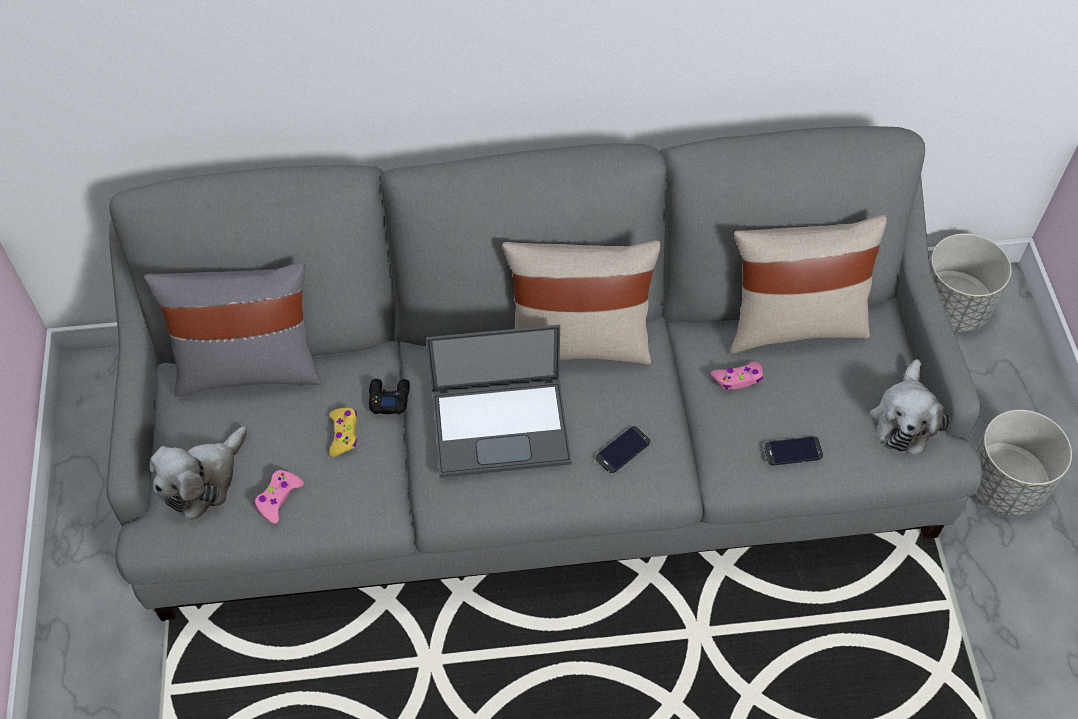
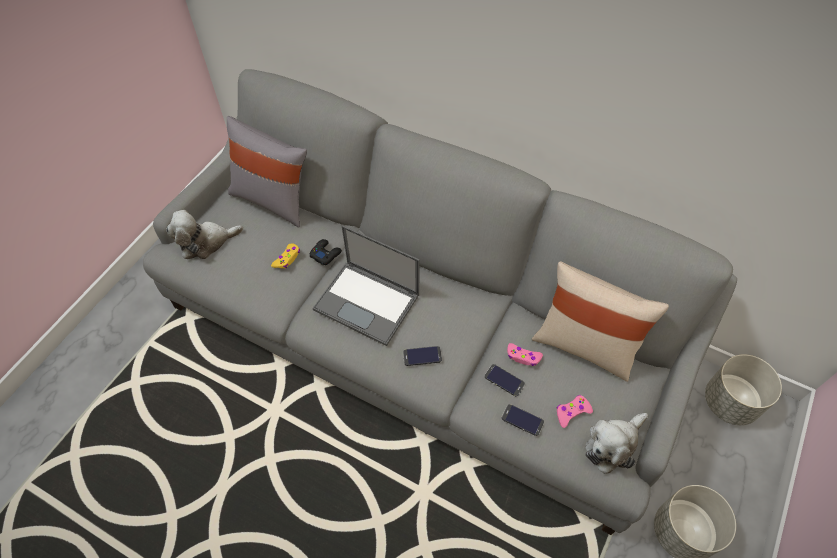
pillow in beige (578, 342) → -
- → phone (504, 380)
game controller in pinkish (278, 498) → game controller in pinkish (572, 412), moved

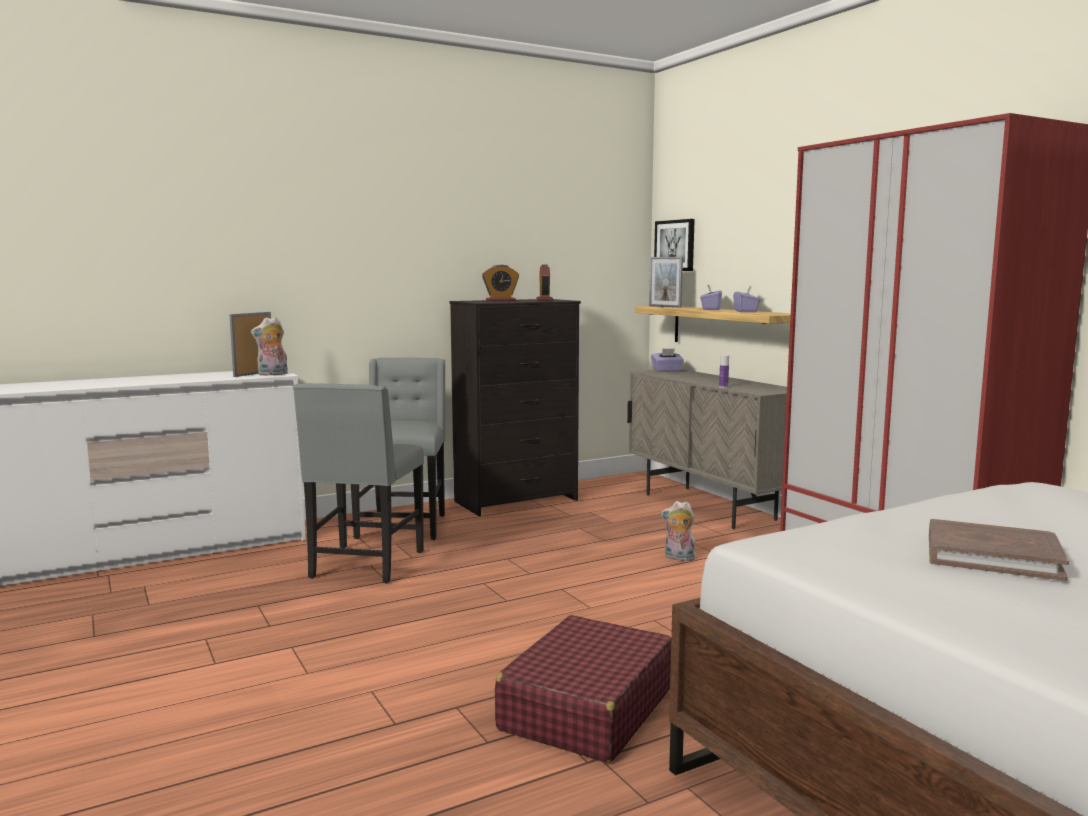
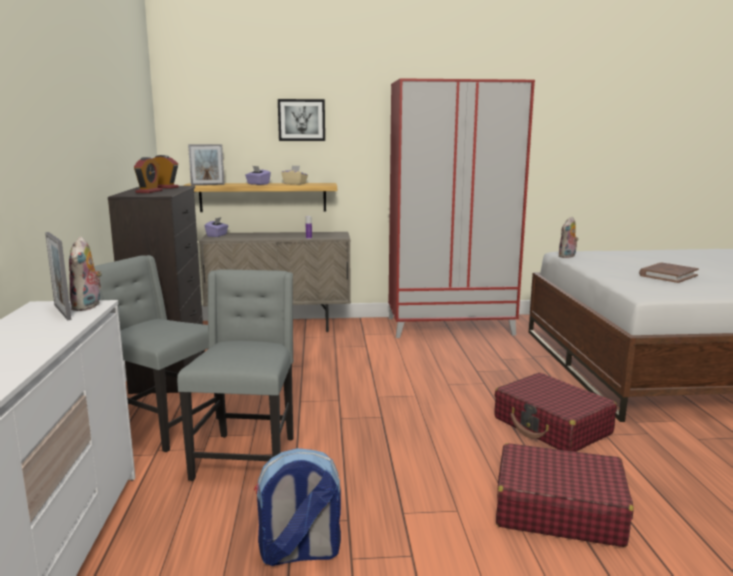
- → rucksack (299, 553)
- → suitcase in reddish (558, 510)
wall art (675, 245) → wall art (301, 120), moved
plush toy (678, 558) → plush toy (567, 256), moved
tissue box in purple-coloured (746, 311) → tissue box in beige (295, 184)
upright chair in gray (365, 565) → upright chair in gray (247, 457), 120 degrees counterclockwise

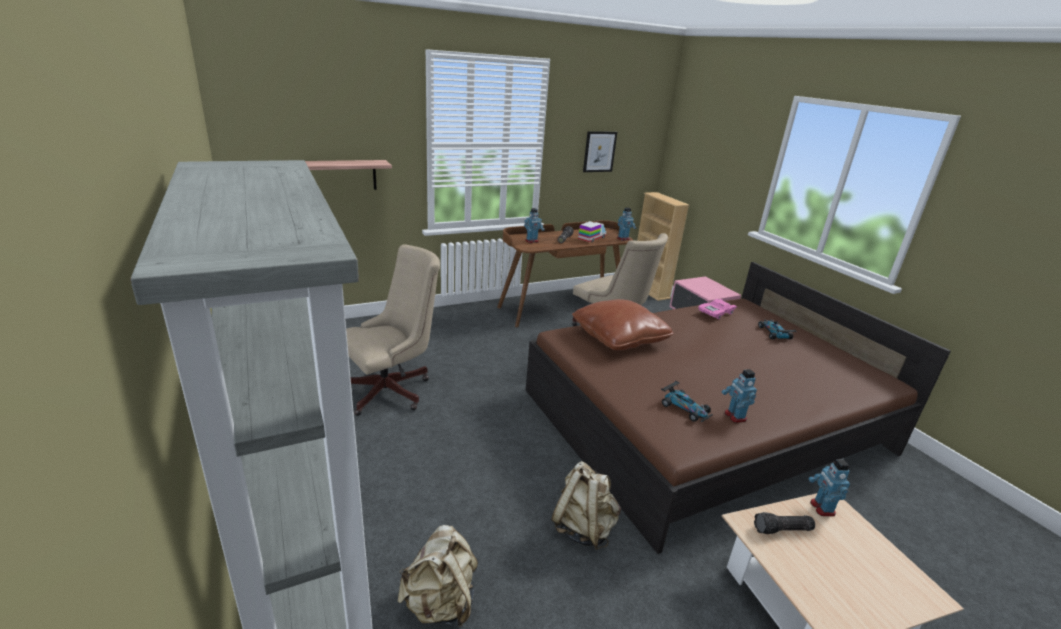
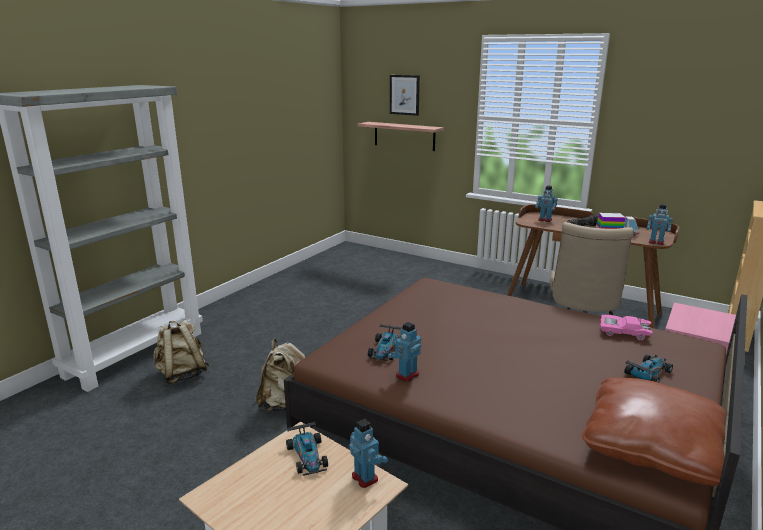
office chair in beige (392, 390) → -
pillow in brown (619, 337) → pillow in brown (651, 446), moved
wall art (599, 151) → wall art (404, 95), moved
hand torch (782, 530) → model car (308, 456)
toy robot (821, 508) → toy robot (365, 477), 90 degrees clockwise

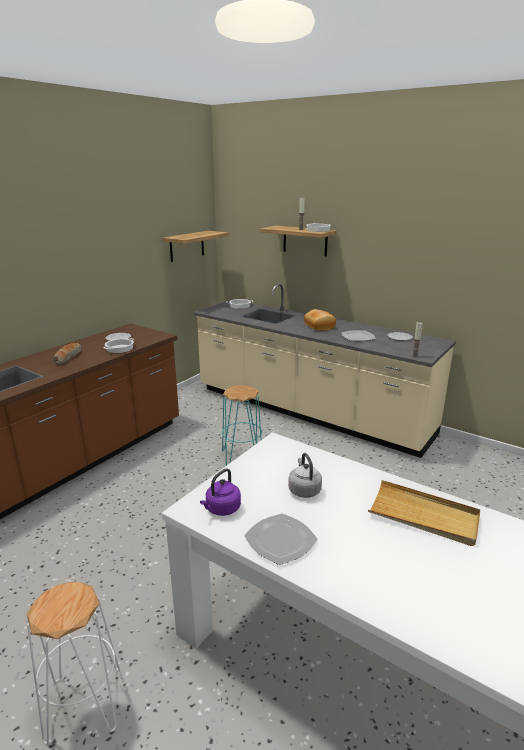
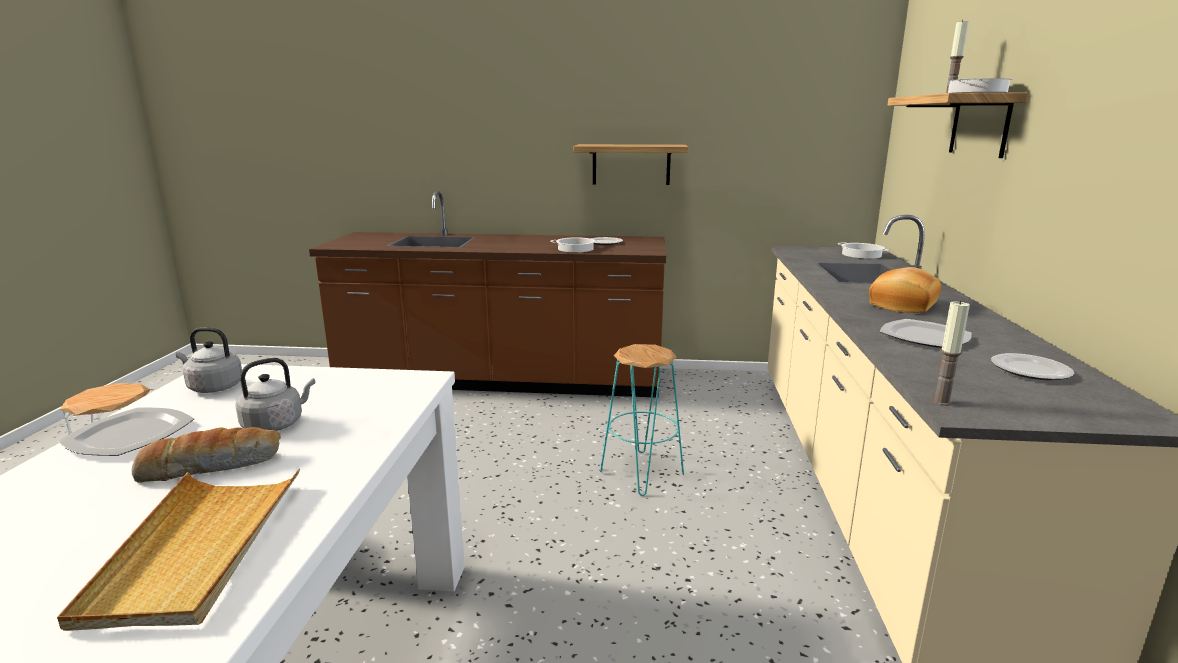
bakery bread (68, 357) → bakery bread (212, 466), moved
shelf (187, 246) → shelf (631, 164), moved
water kettle in purple-coloured (221, 509) → water kettle in gray (213, 387)

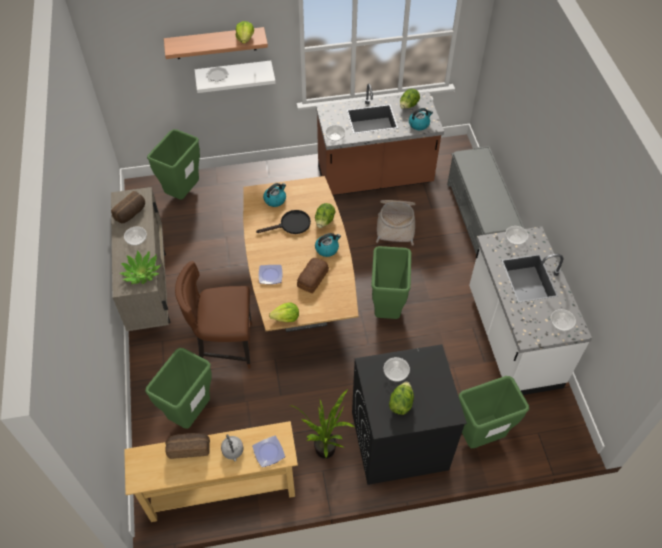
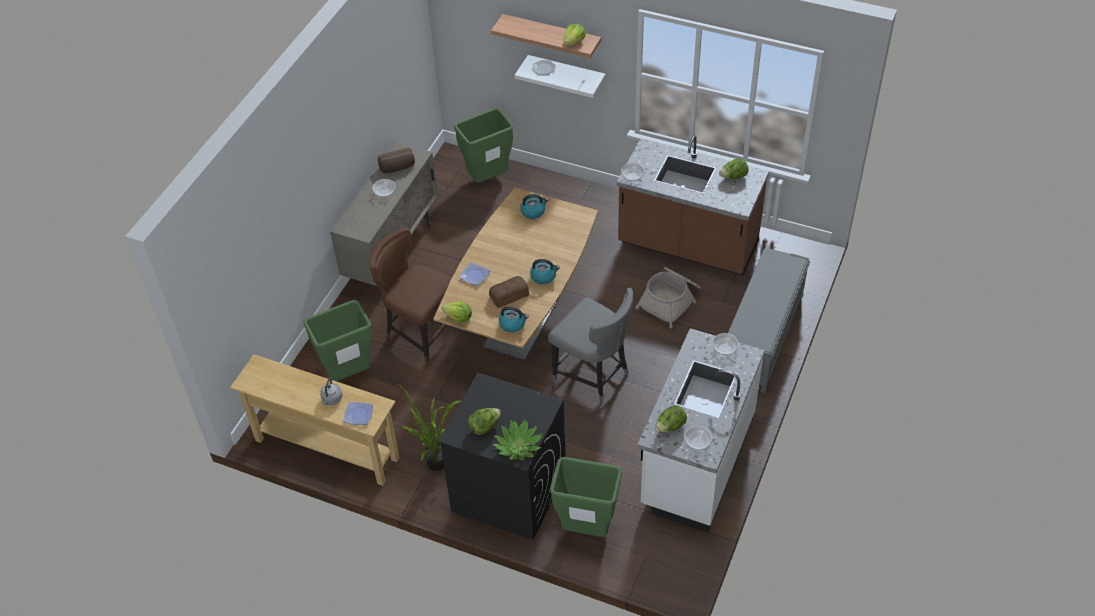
bakery bread (189, 448) → -
pan in blackish (291, 225) → -
bowl (395, 373) → -
houseplant (141, 273) → houseplant (518, 446), moved
lettuce head (324, 222) → lettuce head (670, 427), moved
water kettle (419, 124) → water kettle (513, 324), moved
waste bin in greenish (387, 310) → upright chair in gray (593, 375)

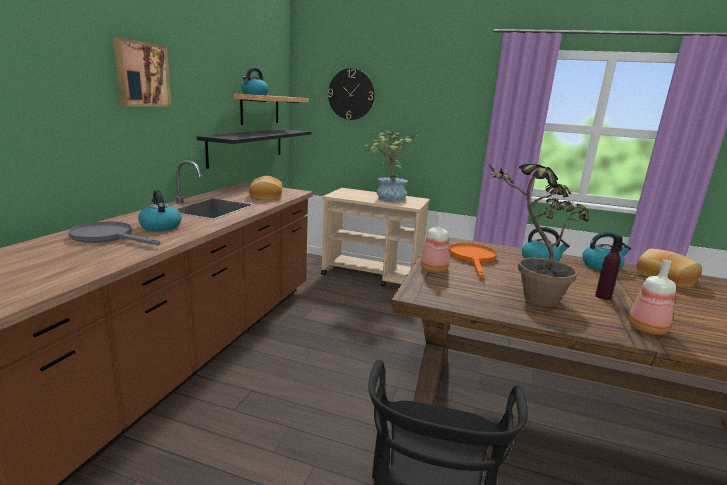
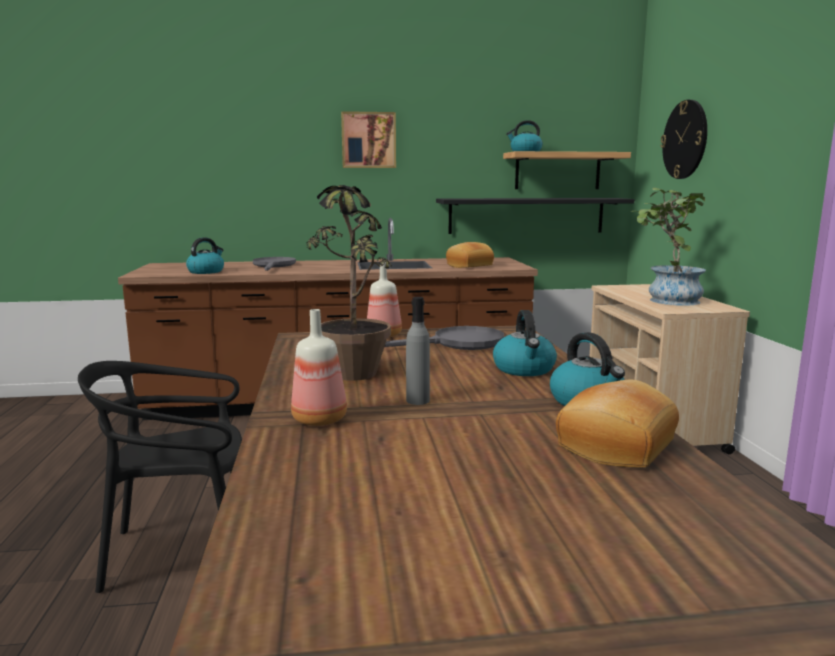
water kettle (160, 226) → water kettle (206, 271), moved
pan in orange-coloured (473, 258) → pan in gray (459, 343)
bottle in purple-coloured (603, 296) → bottle in gray (417, 400)

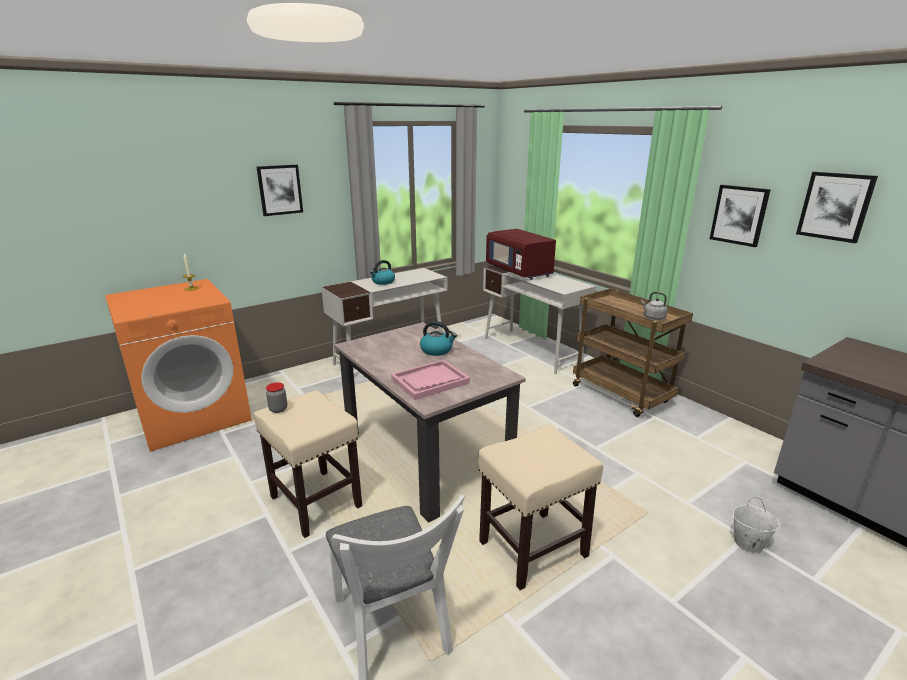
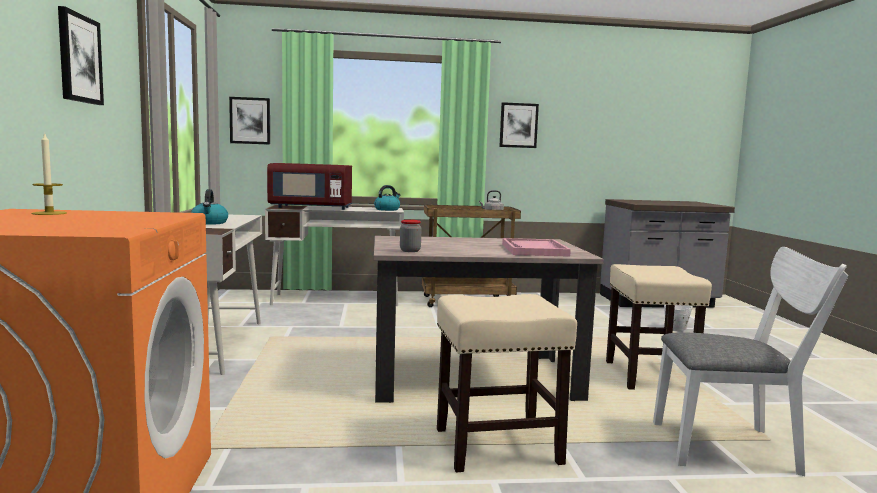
storage jar (278, 409) → storage jar (410, 251), moved
water kettle (437, 350) → water kettle (387, 209), moved
wall art (835, 206) → wall art (250, 120), moved

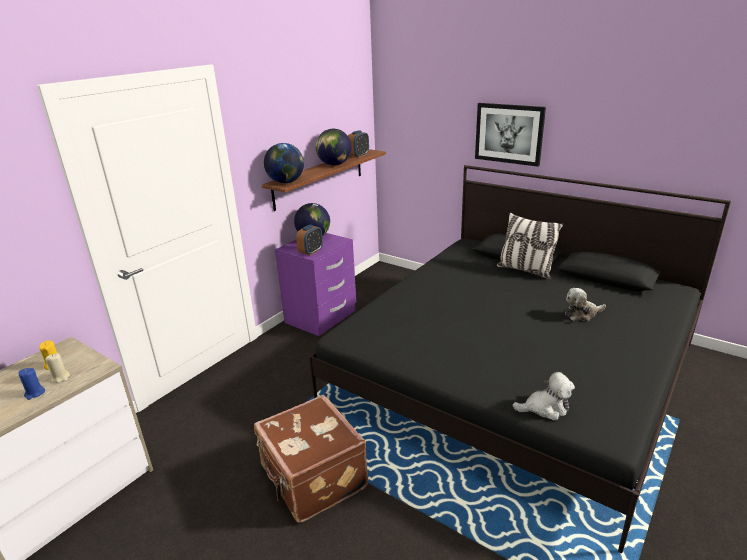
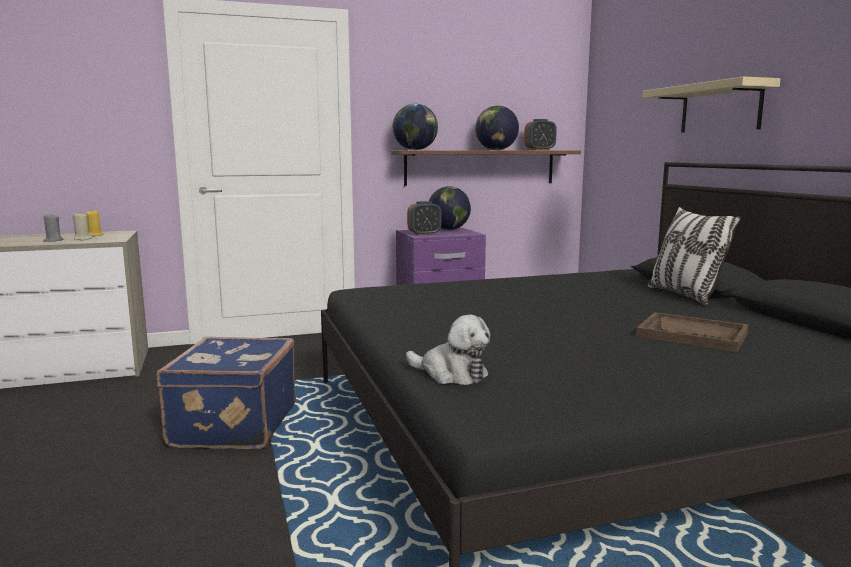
wall art (509, 133) → shelf in beige (720, 108)
plush toy (582, 314) → carrying tray in brown (692, 335)
candle in bluish (34, 393) → candle in gray (53, 240)
suitcase in brown (312, 479) → suitcase in bluish (232, 425)

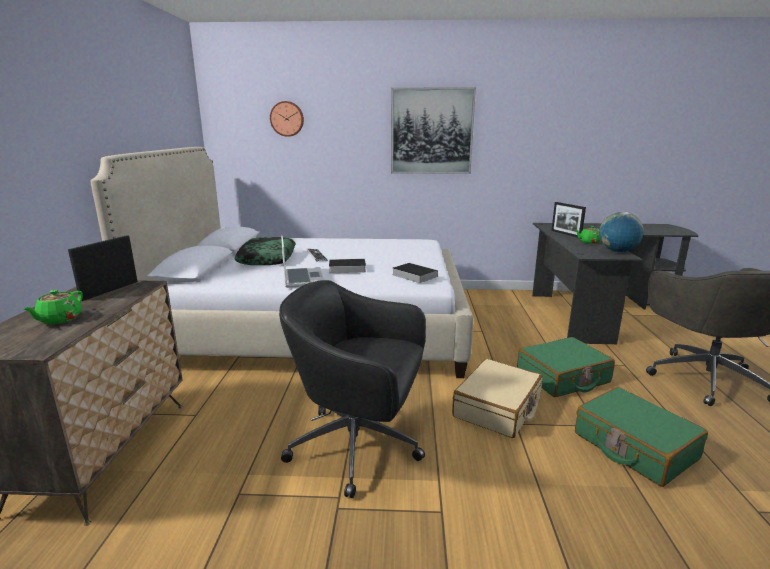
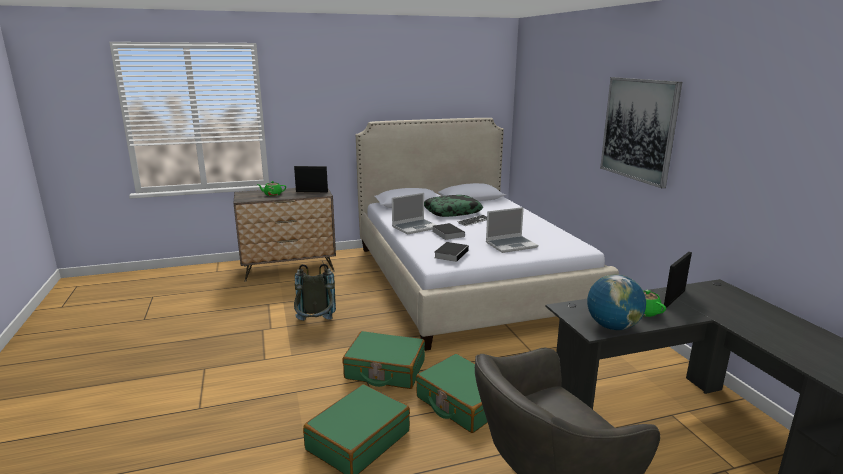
clock on the wall (287, 119) → -
- → laptop (511, 245)
office chair in blackish (359, 447) → rucksack in gray (315, 325)
suitcase in beige (497, 408) → suitcase in greenish (385, 370)

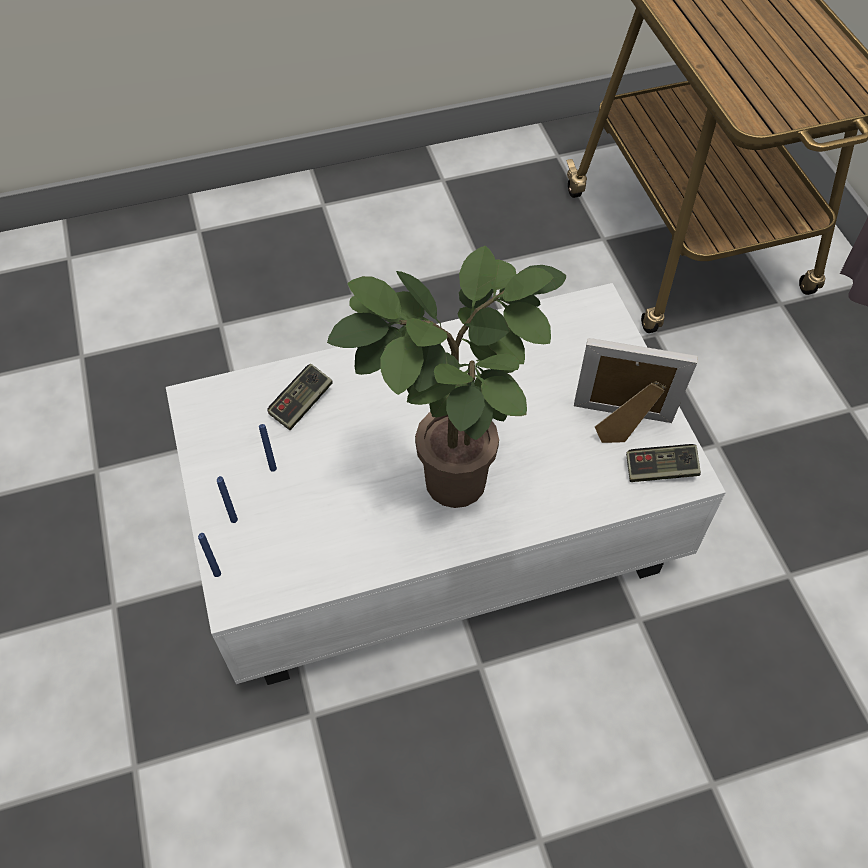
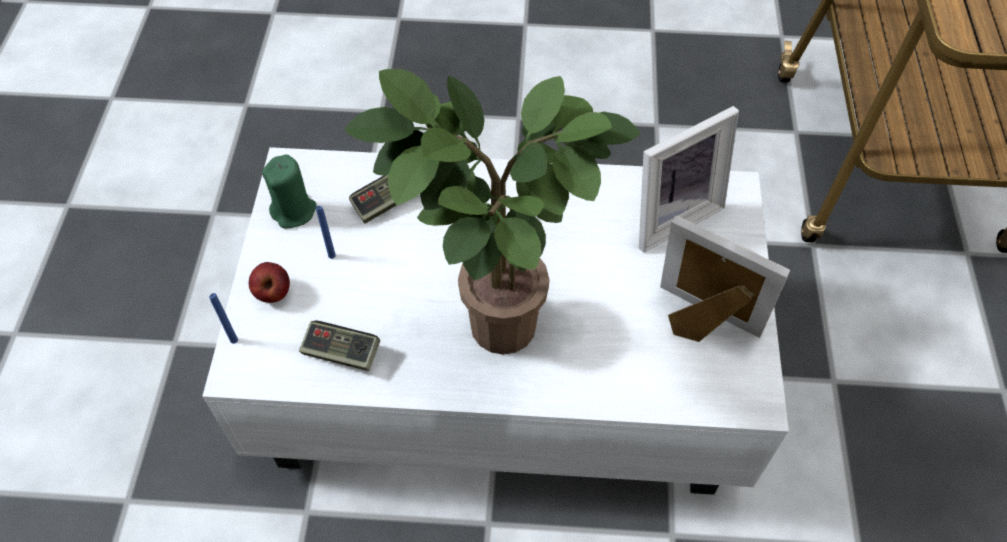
- → candle in greenish (294, 211)
- → photo frame (669, 215)
game controller (660, 470) → game controller (341, 353), moved
candle in bluish (234, 519) → apple fruit (273, 293)

